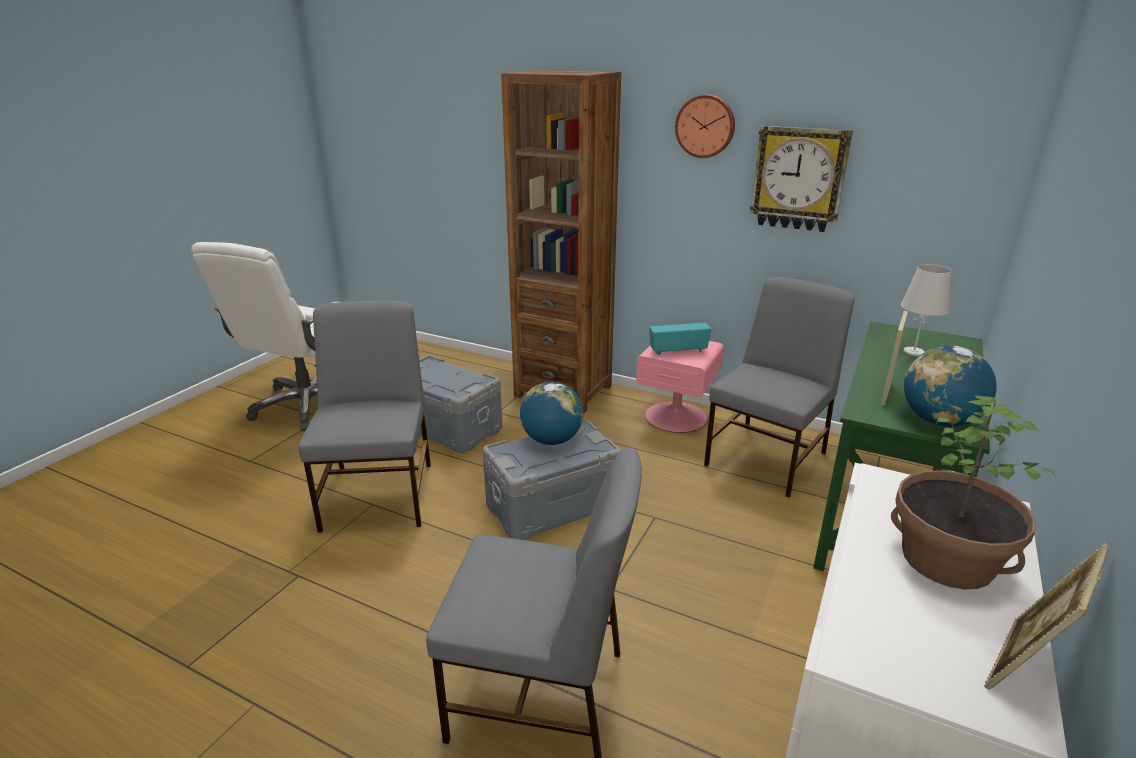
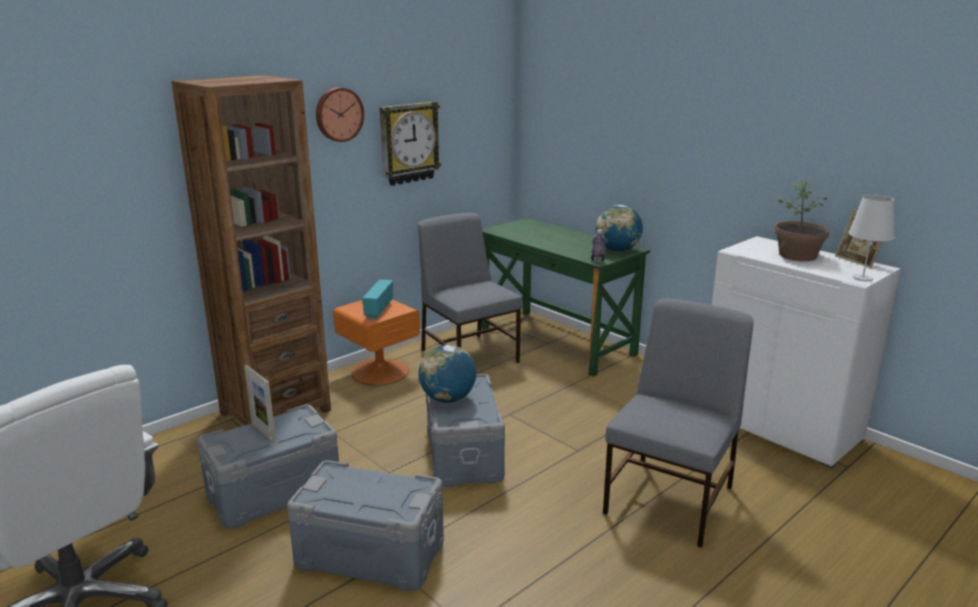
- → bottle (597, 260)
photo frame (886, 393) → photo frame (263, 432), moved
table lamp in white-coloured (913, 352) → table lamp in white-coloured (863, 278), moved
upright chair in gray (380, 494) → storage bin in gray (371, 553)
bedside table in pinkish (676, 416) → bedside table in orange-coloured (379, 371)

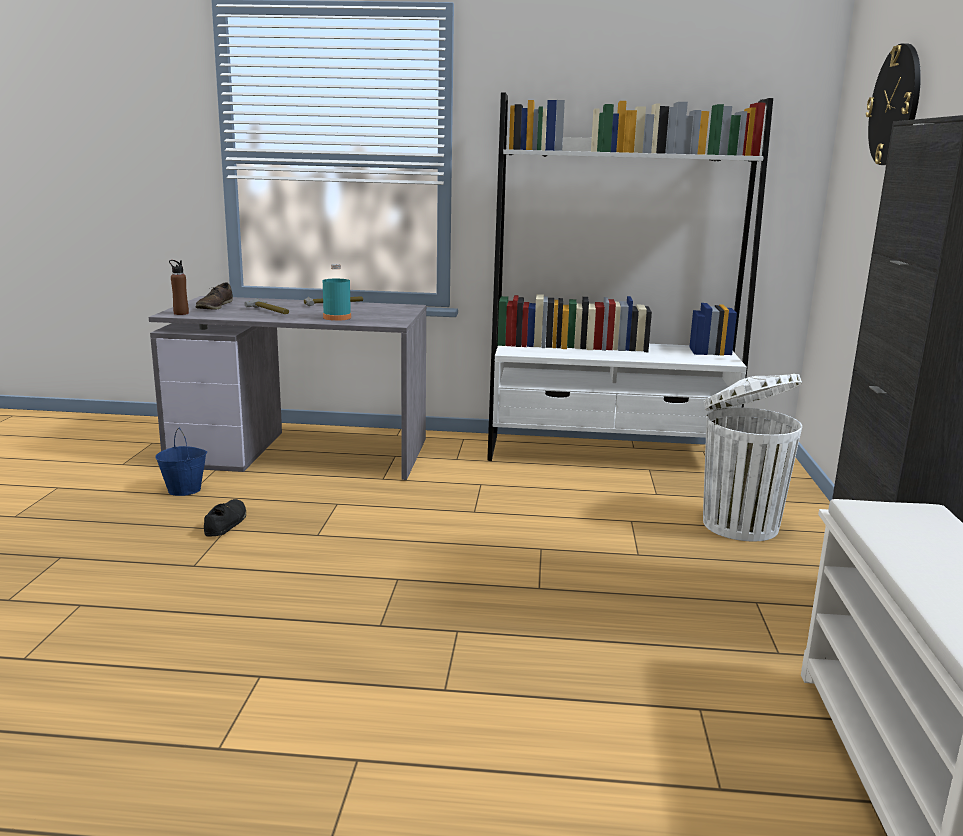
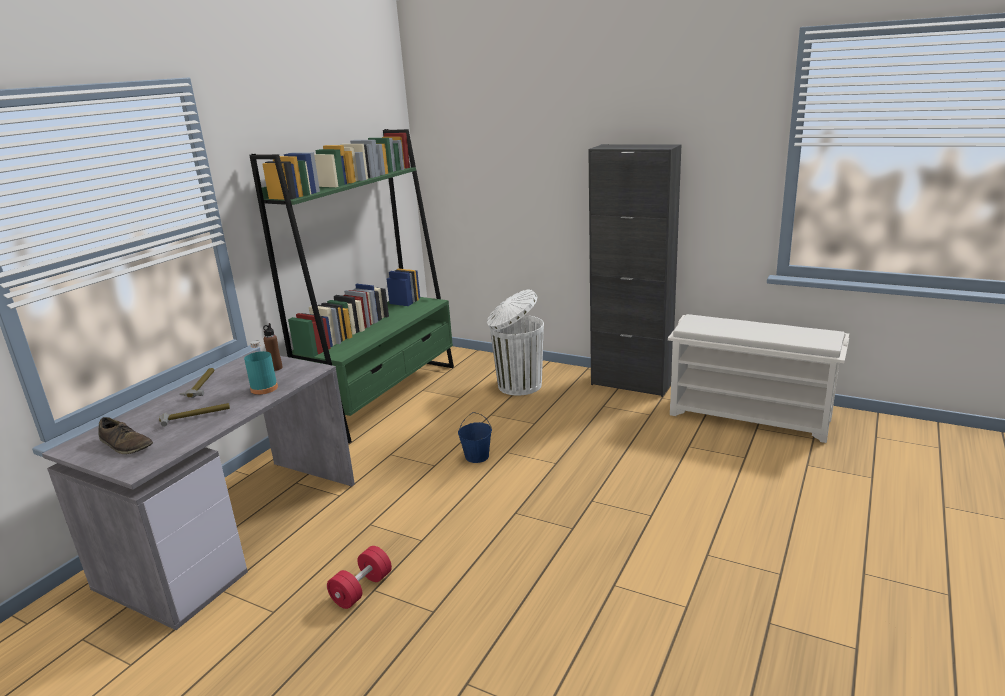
clock on the wall (895, 105) → -
pail in bluish (185, 490) → pail in bluish (477, 456), moved
bottle in brown (181, 313) → bottle in brown (276, 368), moved
item of footwear in blackish (225, 523) → dumbbell in reddish (362, 589)
bookcase in white-coloured (609, 454) → bookcase in greenish (384, 396)

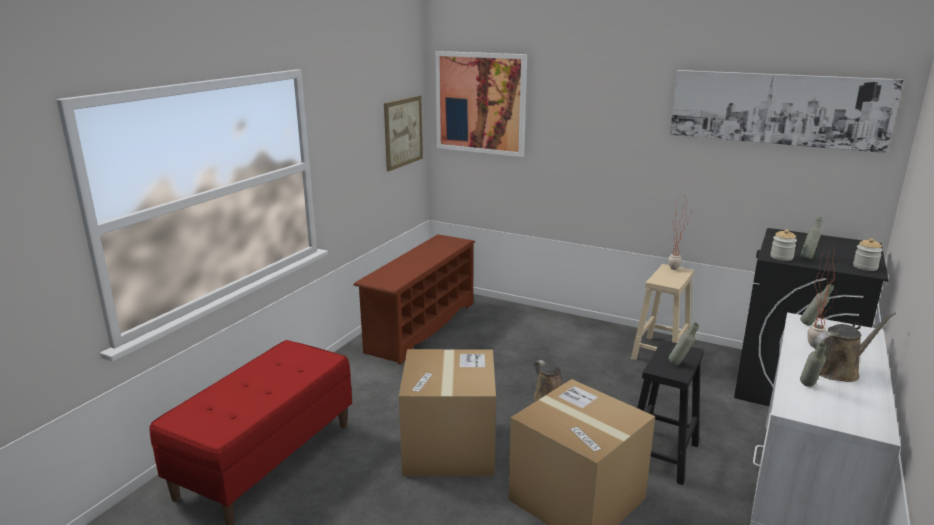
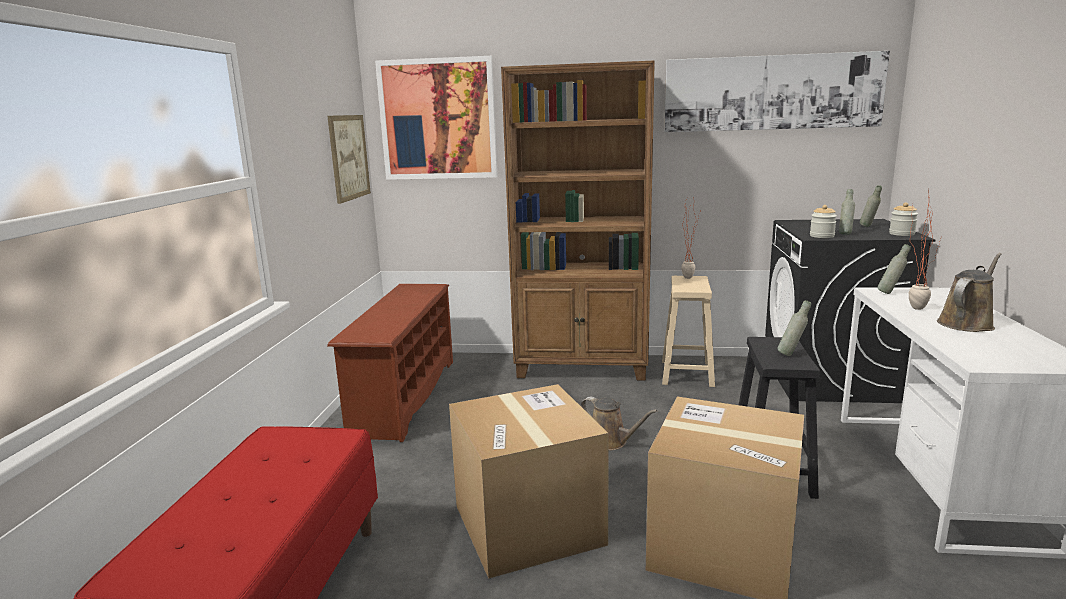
- → bookcase in brown (582, 368)
bottle in gray (809, 387) → bottle in gray (868, 227), moved

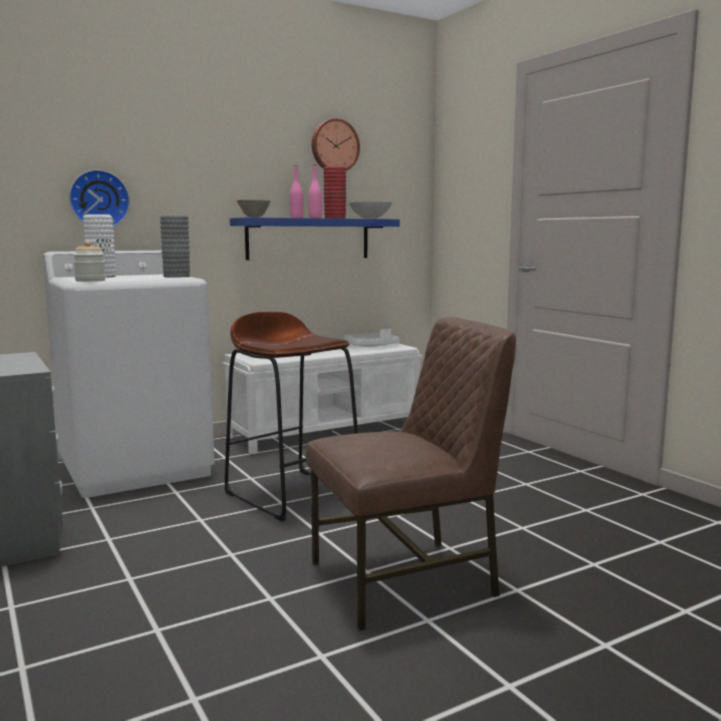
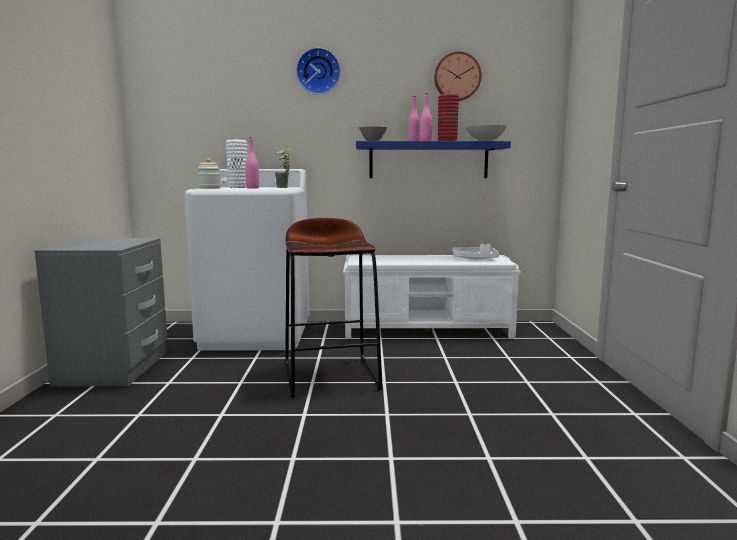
upright chair in brown (406, 580) → -
- → bottle in pinkish (252, 188)
clock on the wall (99, 199) → clock on the wall (318, 71), moved
decorative vase in gray (177, 276) → houseplant (284, 188)

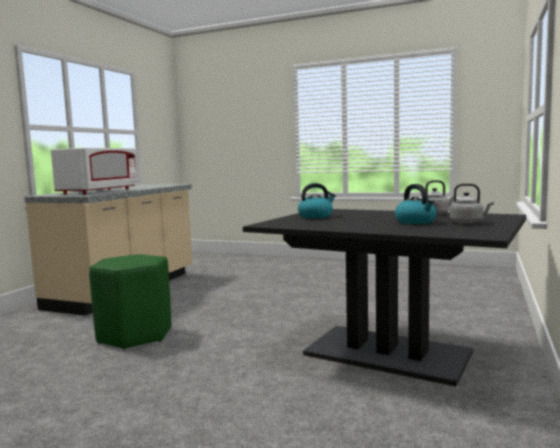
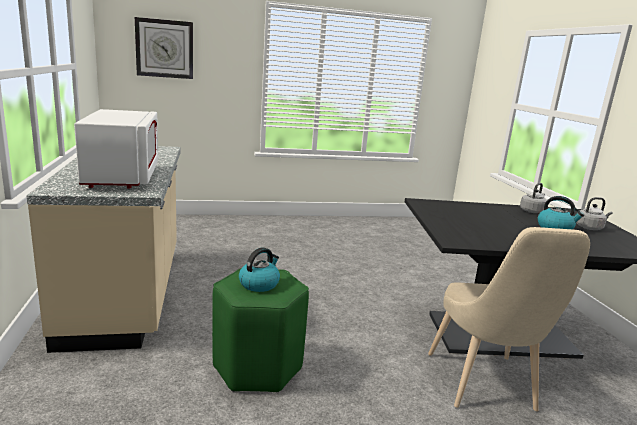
- → clock on the wall (164, 48)
- → upright chair in beige (483, 386)
water kettle (316, 216) → water kettle (259, 284), moved

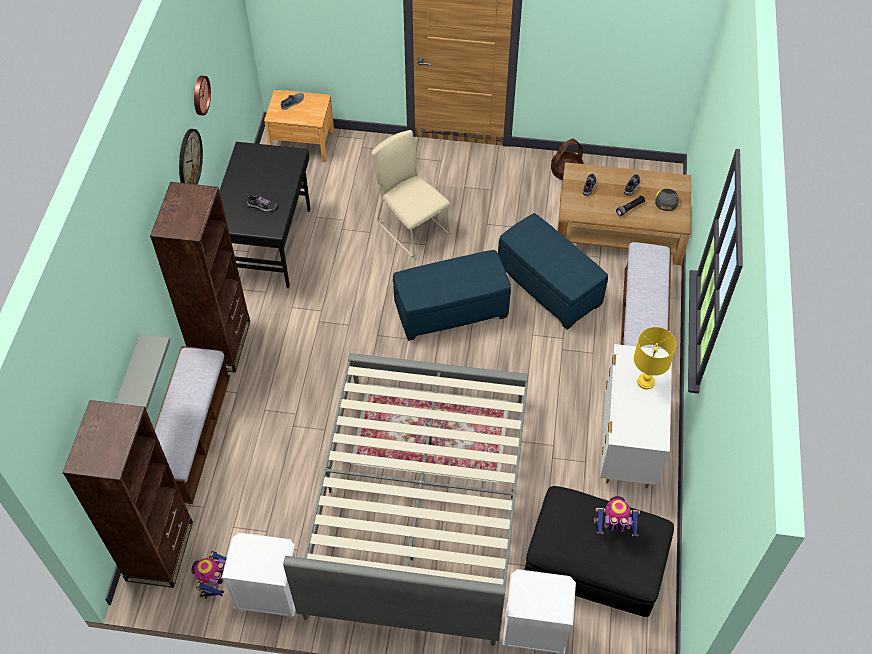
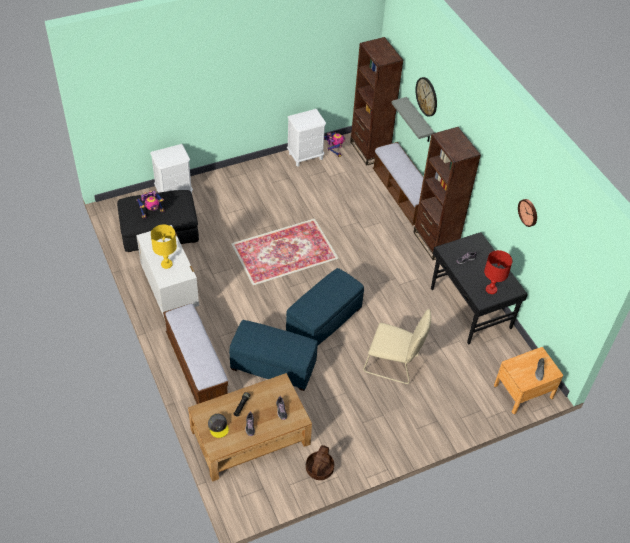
bedroom bed in gray (418, 503) → -
- → table lamp in reddish (491, 289)
clock on the wall (189, 160) → clock on the wall (427, 96), moved

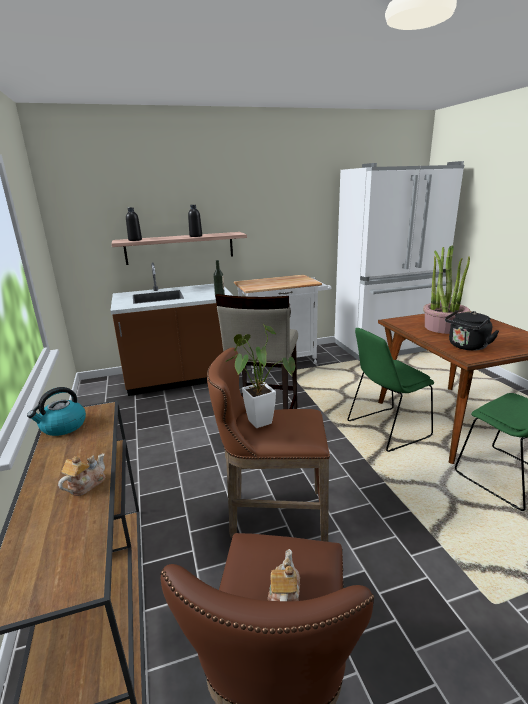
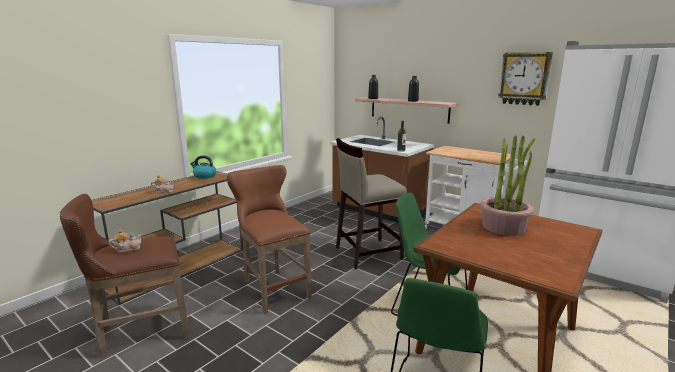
houseplant (257, 419) → -
water kettle in blackish (466, 347) → -
- → clock on the wall (524, 78)

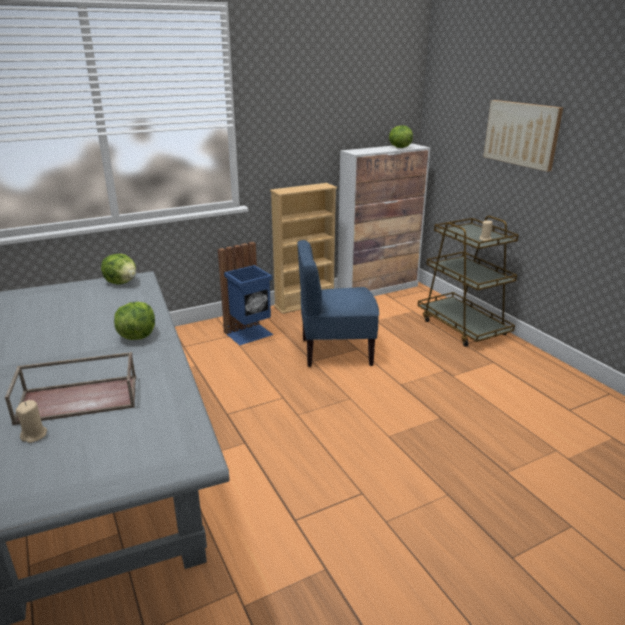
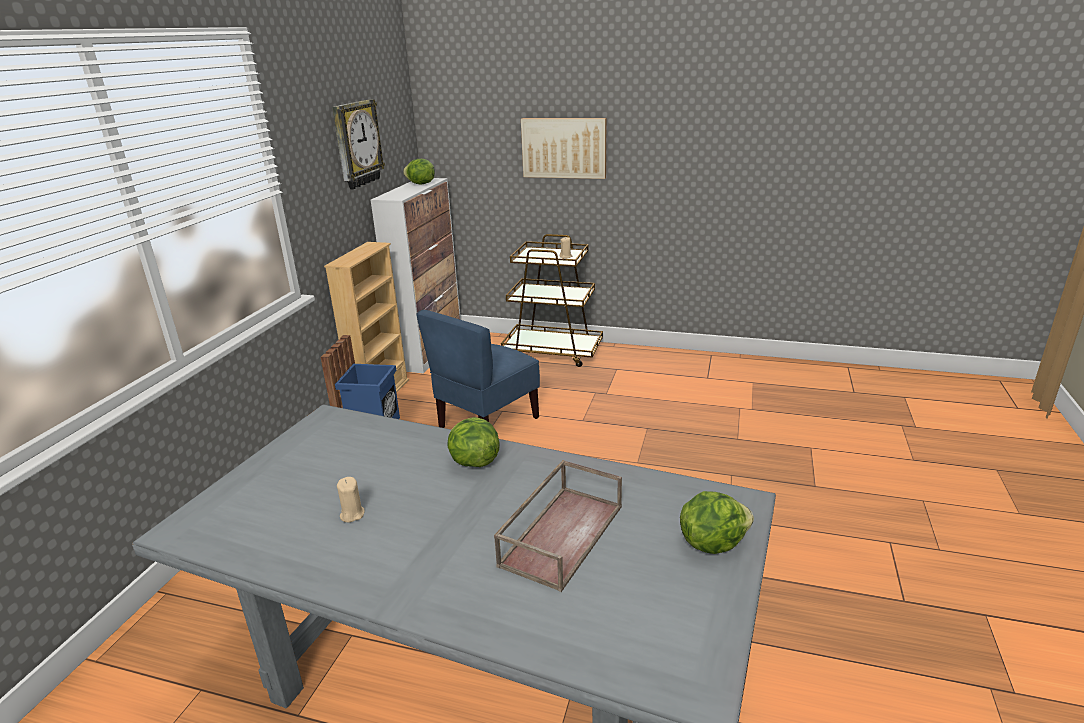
- → clock on the wall (356, 144)
candle in beige (34, 435) → candle in beige (352, 514), moved
lettuce head (122, 282) → lettuce head (712, 542), moved

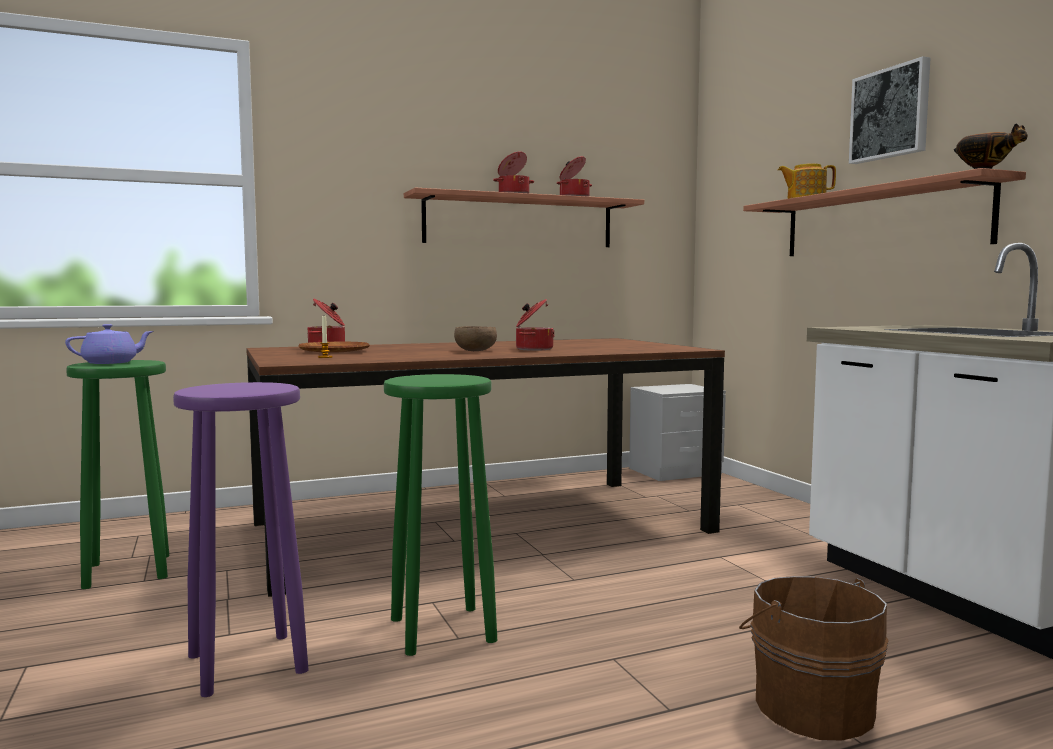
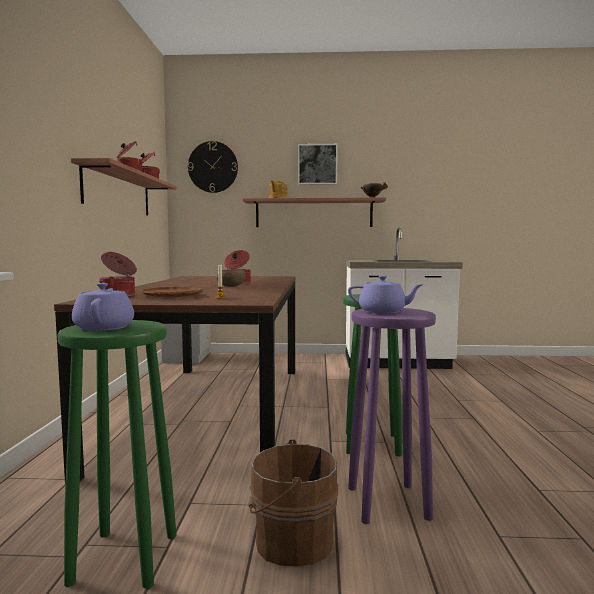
- → clock on the wall (213, 167)
- → teapot in purple-coloured (383, 312)
pail in brown (810, 706) → pail in brown (290, 540), moved

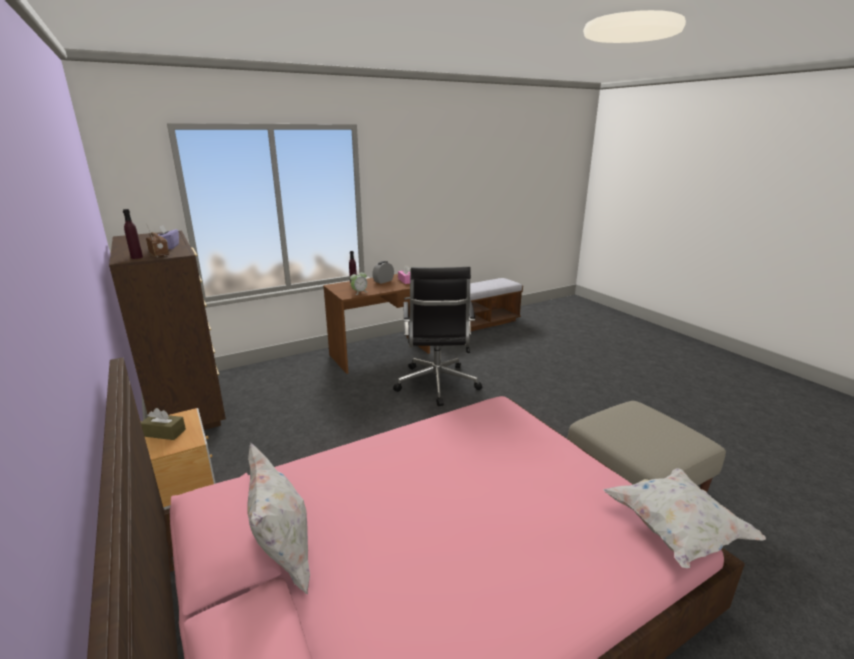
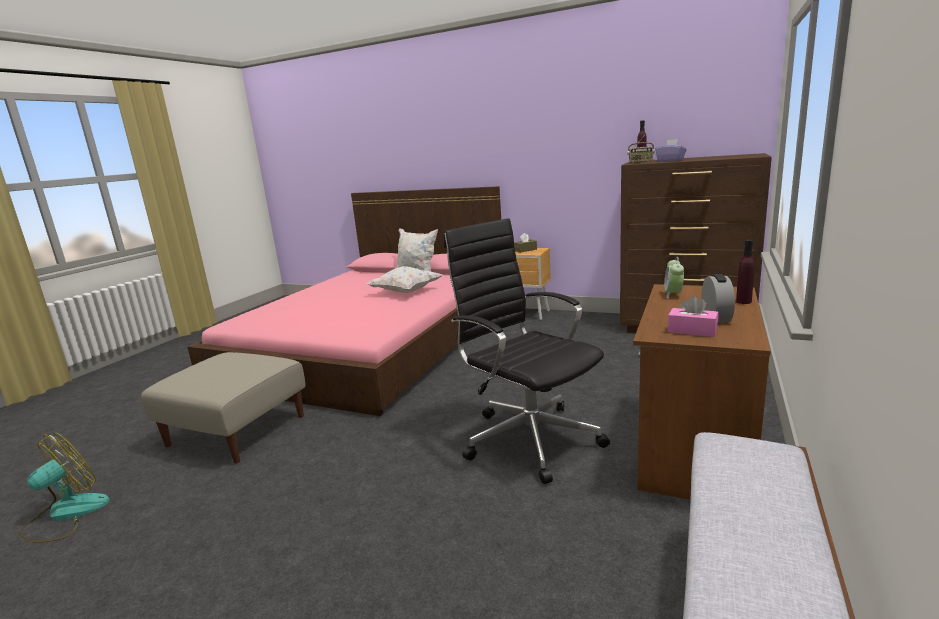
- → cooling fan (65, 515)
pillow in white-coloured (676, 531) → pillow in white-coloured (405, 292), moved

